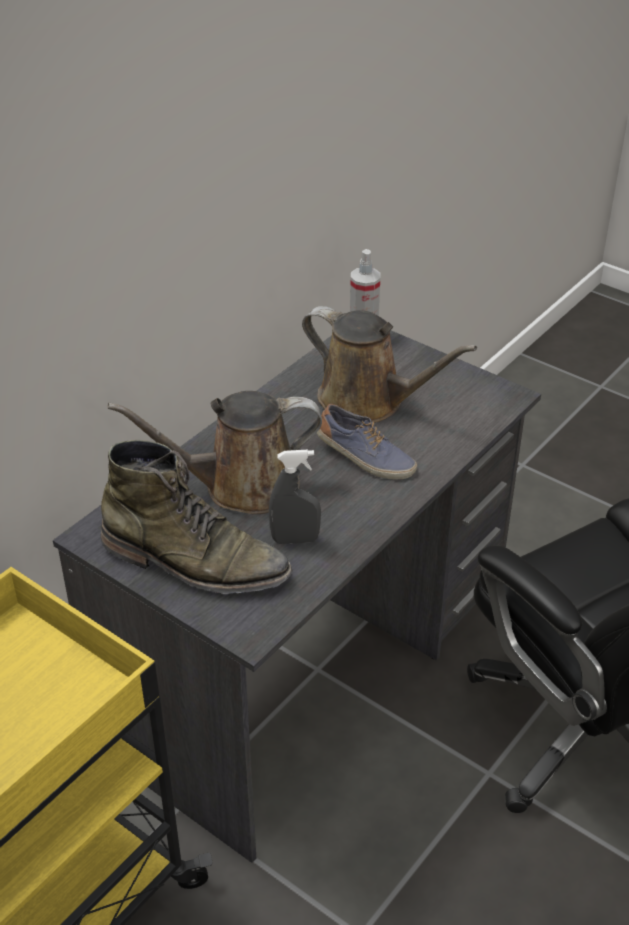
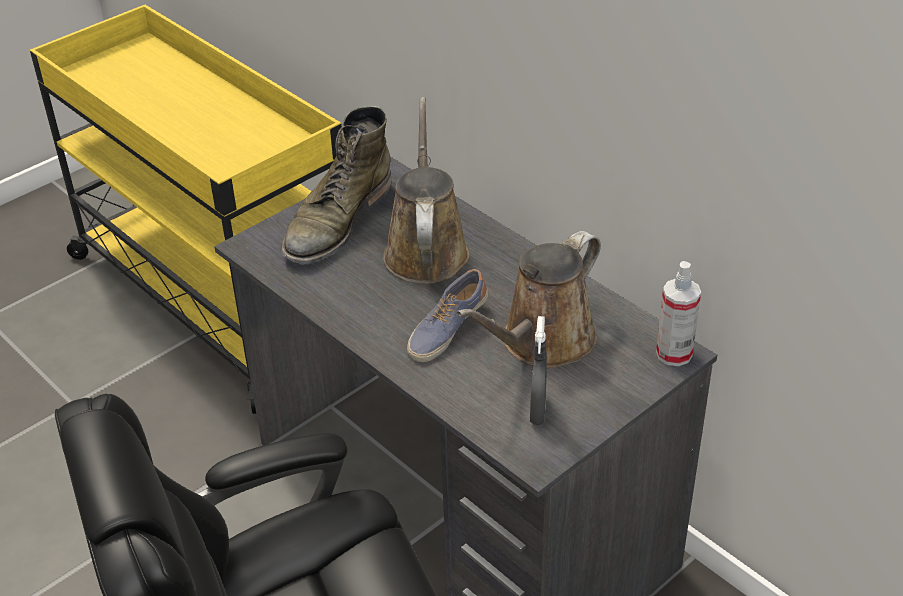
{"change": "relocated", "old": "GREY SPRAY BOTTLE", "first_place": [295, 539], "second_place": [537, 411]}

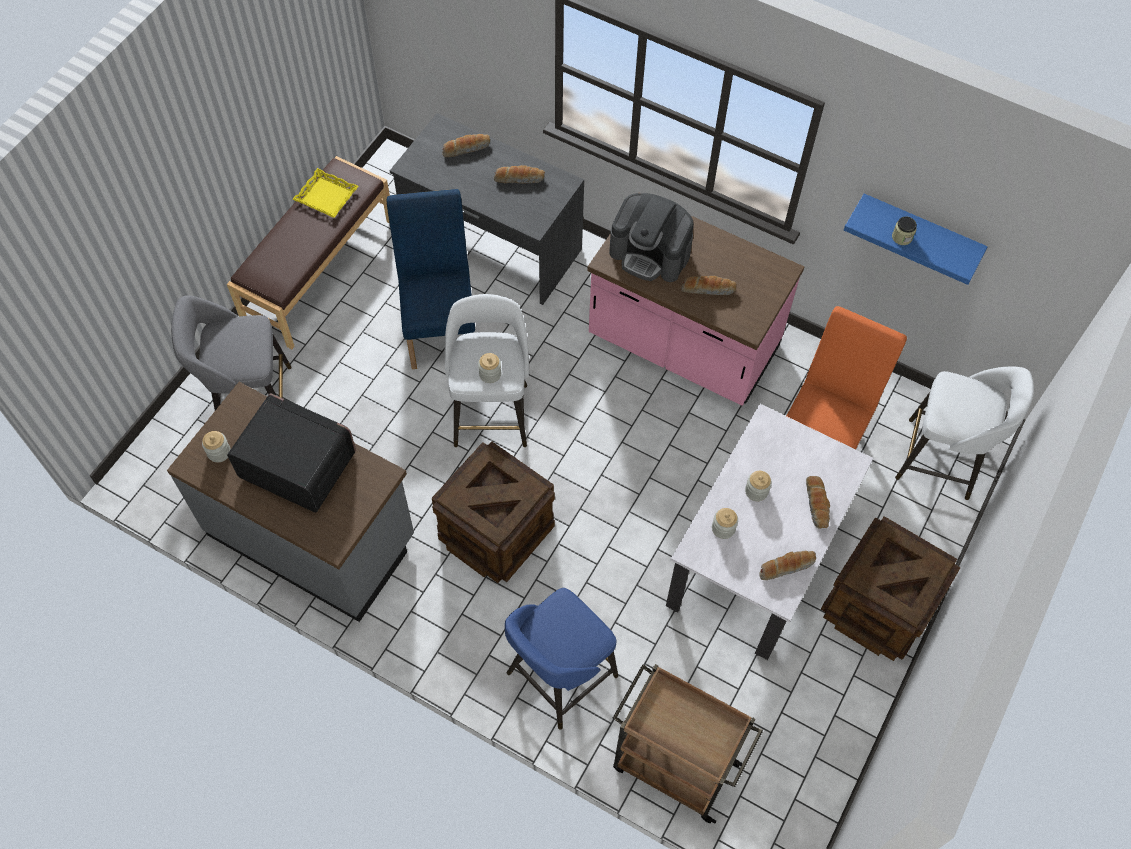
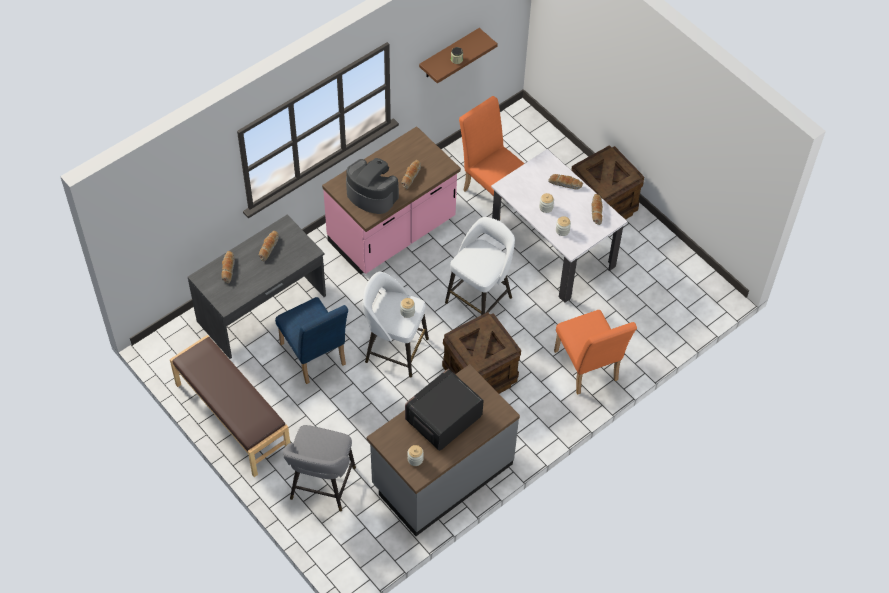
{"change": "missing", "old": "YELLOW TRAY", "first_place": [326, 197]}
{"change": "spun", "old": "BLUE CHAIR", "first_place": [440, 326], "second_place": [315, 358], "degrees": -135}
{"change": "spun", "old": "COFFEE MACHINE", "first_place": [650, 253], "second_place": [371, 194], "degrees": -105}
{"change": "colour", "old": "BLUE SHELF", "new": "BROWN SHELF", "first_place": [919, 232], "second_place": [449, 54]}
{"change": "relocated", "old": "WHITE STOOL", "first_place": [941, 460], "second_place": [480, 298]}
{"change": "exchanged", "old": "BLUE STOOL", "new": "ORANGE CHAIR", "first_place": [559, 676], "second_place": [587, 370]}
{"change": "missing", "old": "BROWN CART", "first_place": [673, 765]}

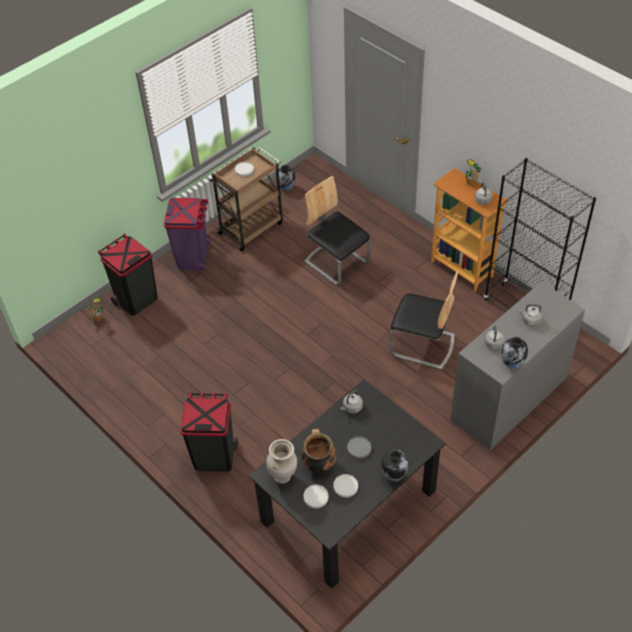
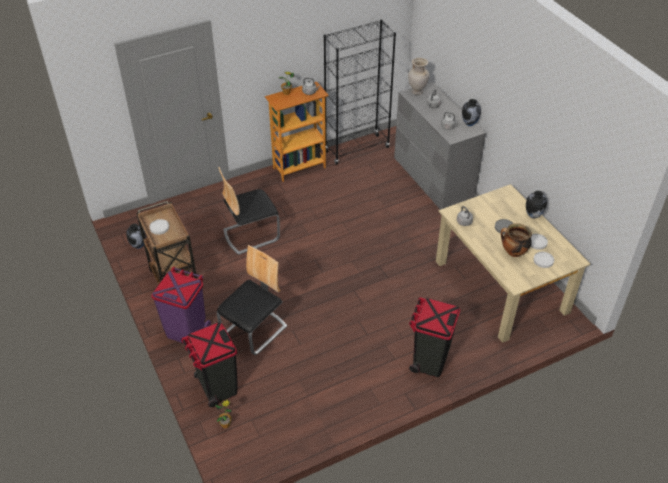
{"change": "relocated", "old": "CHAIR", "first_place": [422, 345], "second_place": [255, 330]}
{"change": "colour", "old": "BLACK DINING TABLE", "new": "BEIGE DINING TABLE", "first_place": [348, 507], "second_place": [502, 286]}
{"change": "relocated", "old": "BEIGE VASE", "first_place": [283, 477], "second_place": [417, 91]}

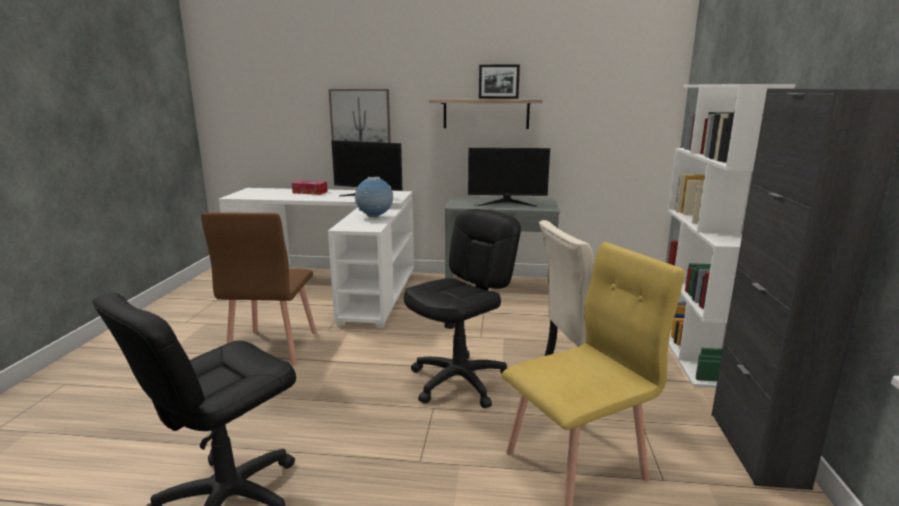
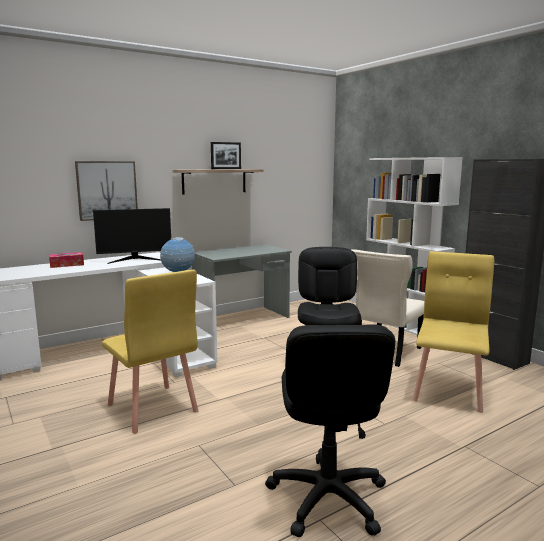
{"change": "missing", "old": "MONITOR", "first_place": [507, 203]}
{"change": "colour", "old": "BROWN CHAIR", "new": "YELLOW CHAIR", "first_place": [272, 347], "second_place": [152, 408]}

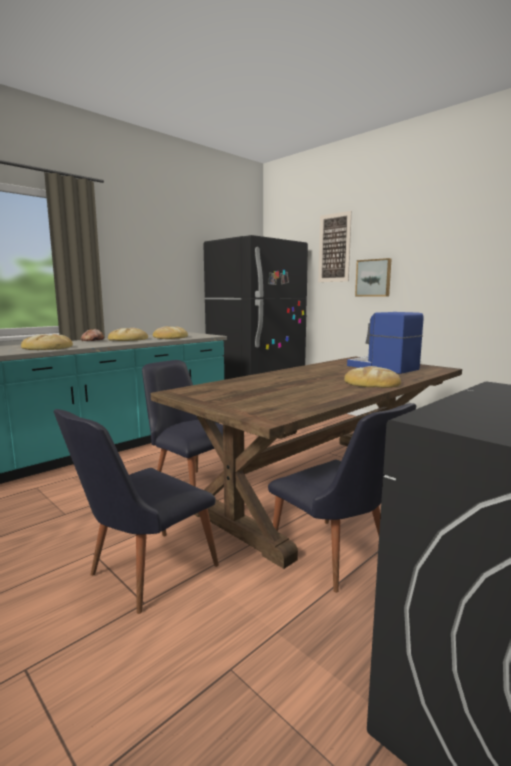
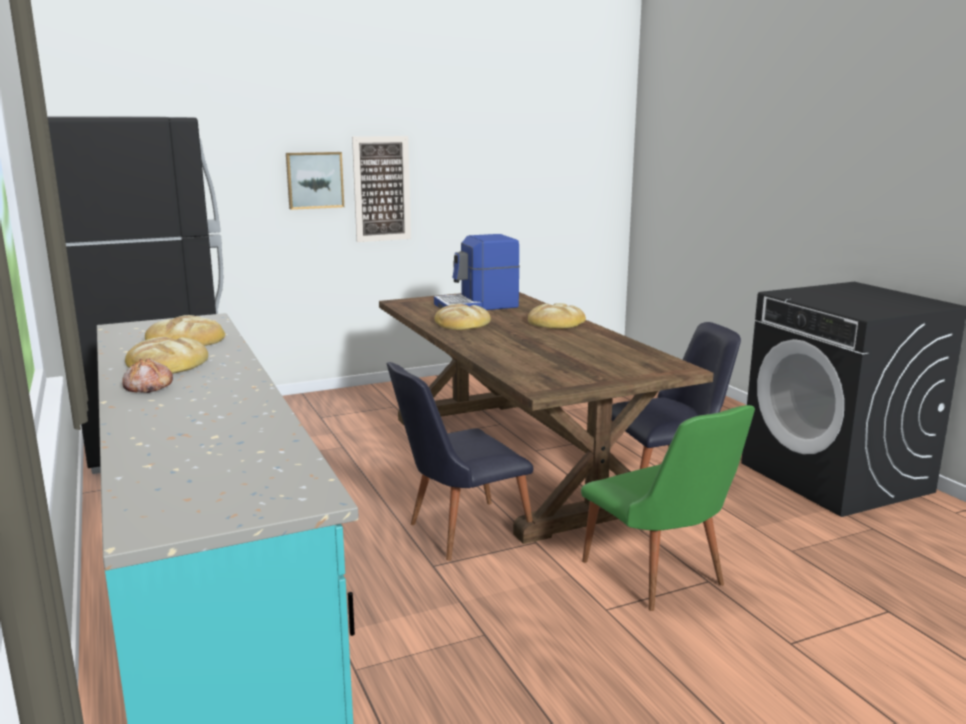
{"change": "relocated", "old": "PICTURE", "first_place": [334, 248], "second_place": [382, 189]}
{"change": "relocated", "old": "BREAD", "first_place": [48, 347], "second_place": [462, 323]}
{"change": "colour", "old": "BLACK CHAIR", "new": "GREEN CHAIR", "first_place": [142, 574], "second_place": [660, 579]}

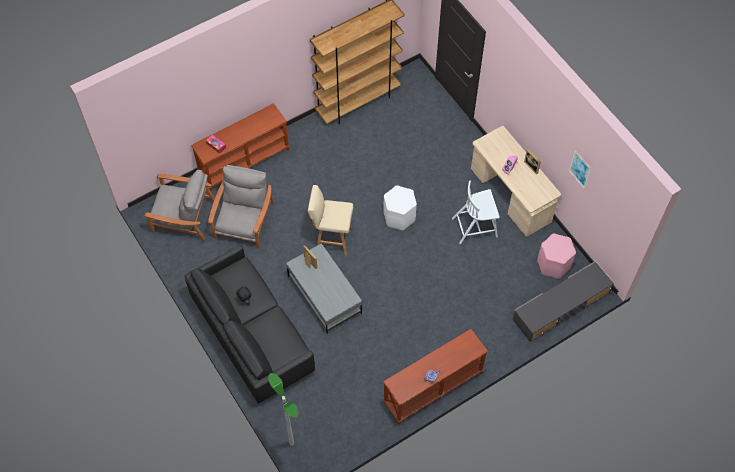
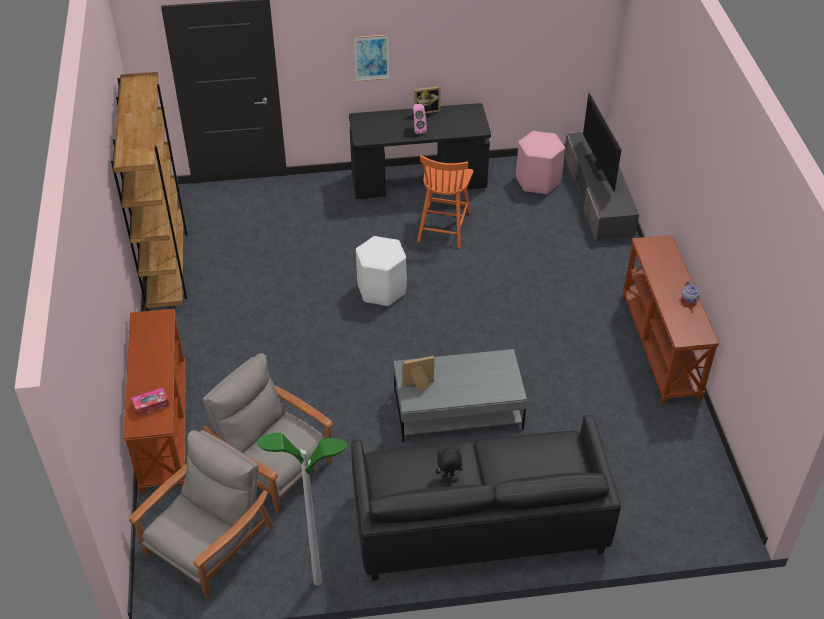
{"change": "colour", "old": "BEIGE DESK", "new": "BLACK DESK", "first_place": [510, 195], "second_place": [418, 181]}
{"change": "relocated", "old": "PICTURE", "first_place": [579, 169], "second_place": [371, 57]}
{"change": "colour", "old": "WHITE CHAIR", "new": "ORANGE CHAIR", "first_place": [475, 227], "second_place": [444, 226]}
{"change": "missing", "old": "BEIGE STOOL", "first_place": [332, 239]}
{"change": "relocated", "old": "FLOOR LAMP", "first_place": [291, 443], "second_place": [317, 582]}
{"change": "appeared", "new": "TELEVISION", "second_place": [598, 167]}

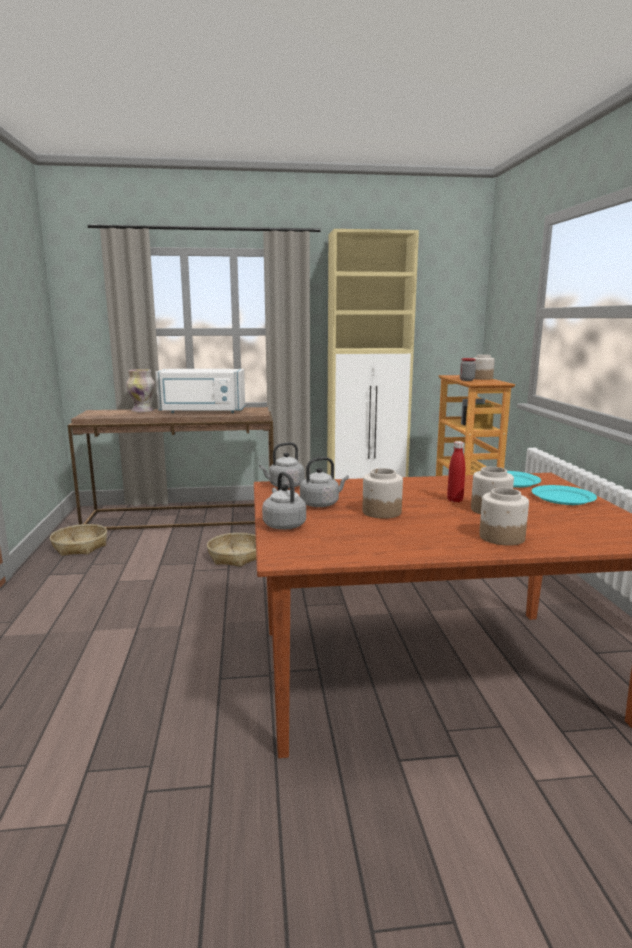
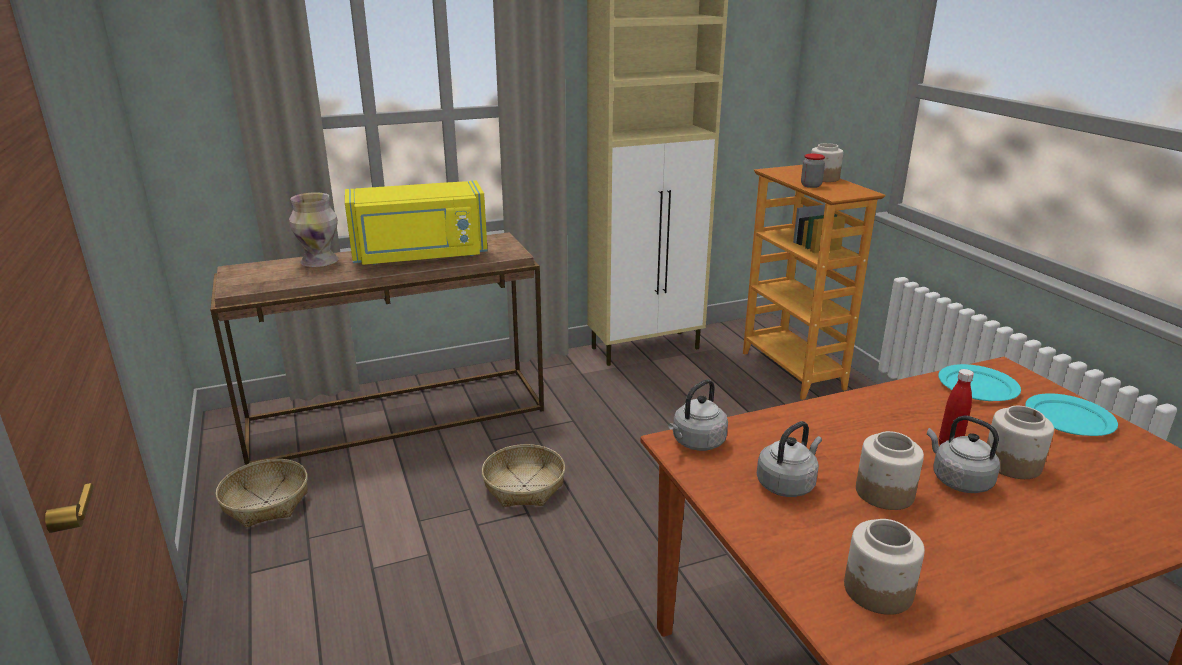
{"change": "colour", "old": "WHITE MICROWAVE", "new": "YELLOW MICROWAVE", "first_place": [202, 411], "second_place": [420, 256]}
{"change": "relocated", "old": "GREY KETTLE", "first_place": [283, 525], "second_place": [958, 480]}
{"change": "relocated", "old": "JAR", "first_place": [501, 537], "second_place": [878, 591]}

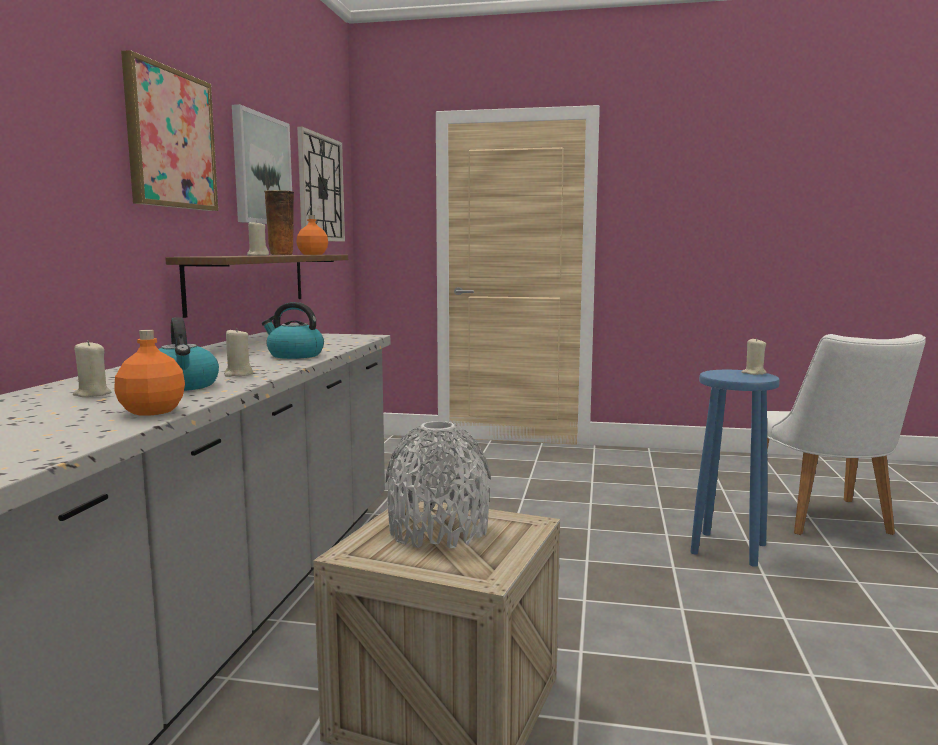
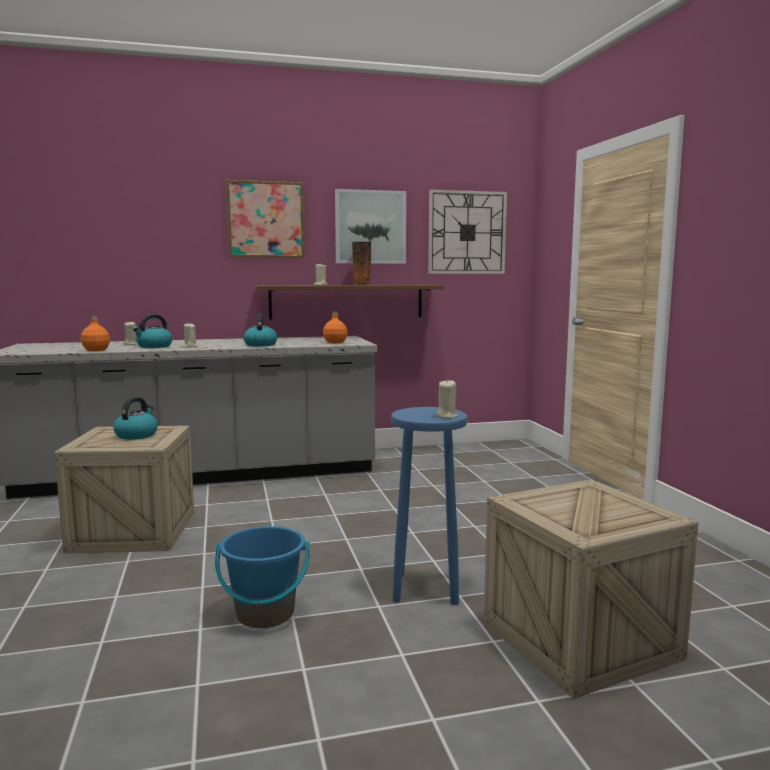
{"change": "relocated", "old": "ORANGE BOTTLE", "first_place": [313, 254], "second_place": [335, 342]}
{"change": "exchanged", "old": "WHITE CHAIR", "new": "CRATE", "first_place": [827, 521], "second_place": [580, 640]}
{"change": "exchanged", "old": "GREY VASE", "new": "KETTLE", "first_place": [438, 530], "second_place": [136, 435]}
{"change": "appeared", "new": "BLUE BUCKET", "second_place": [265, 614]}

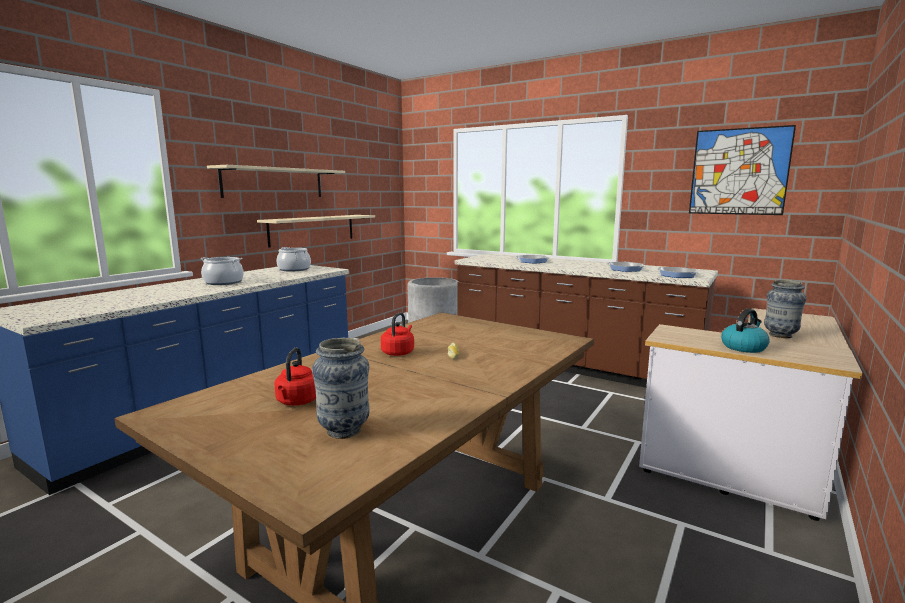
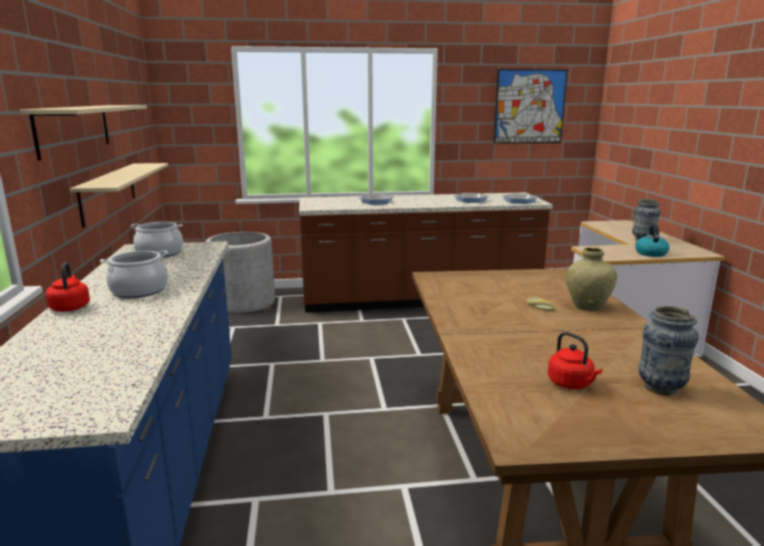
{"change": "relocated", "old": "RED KETTLE", "first_place": [398, 352], "second_place": [70, 307]}
{"change": "appeared", "new": "BEIGE VASE", "second_place": [587, 306]}

